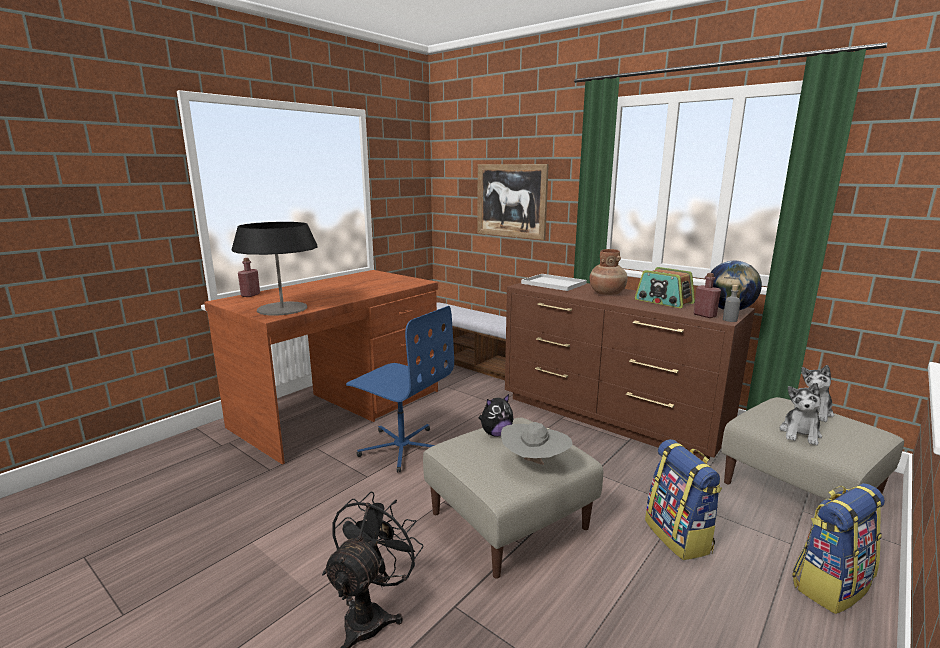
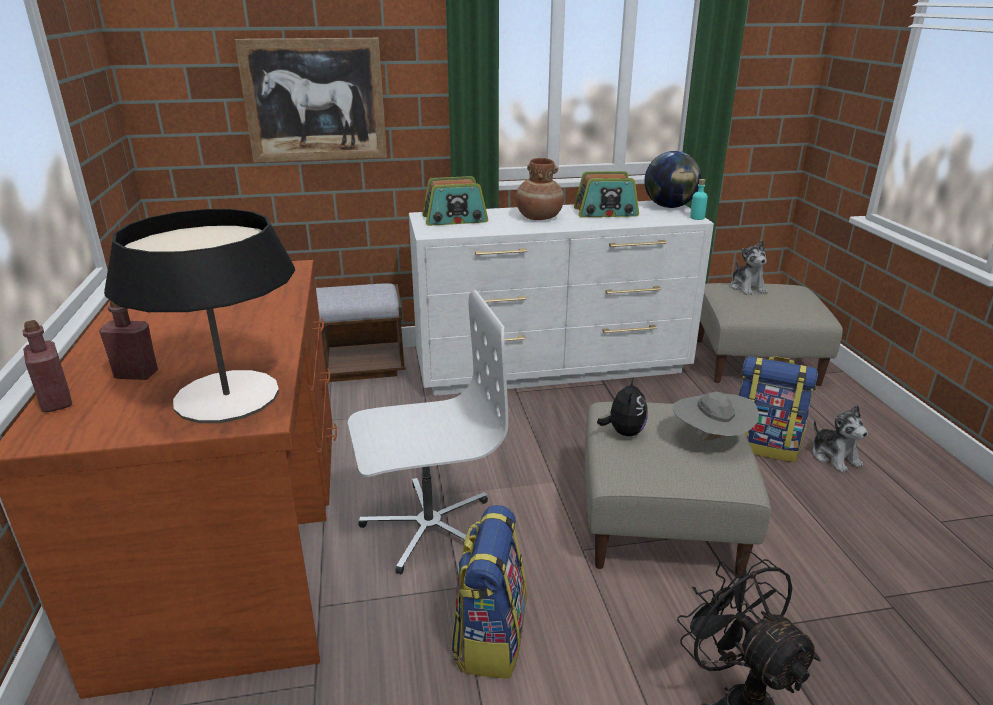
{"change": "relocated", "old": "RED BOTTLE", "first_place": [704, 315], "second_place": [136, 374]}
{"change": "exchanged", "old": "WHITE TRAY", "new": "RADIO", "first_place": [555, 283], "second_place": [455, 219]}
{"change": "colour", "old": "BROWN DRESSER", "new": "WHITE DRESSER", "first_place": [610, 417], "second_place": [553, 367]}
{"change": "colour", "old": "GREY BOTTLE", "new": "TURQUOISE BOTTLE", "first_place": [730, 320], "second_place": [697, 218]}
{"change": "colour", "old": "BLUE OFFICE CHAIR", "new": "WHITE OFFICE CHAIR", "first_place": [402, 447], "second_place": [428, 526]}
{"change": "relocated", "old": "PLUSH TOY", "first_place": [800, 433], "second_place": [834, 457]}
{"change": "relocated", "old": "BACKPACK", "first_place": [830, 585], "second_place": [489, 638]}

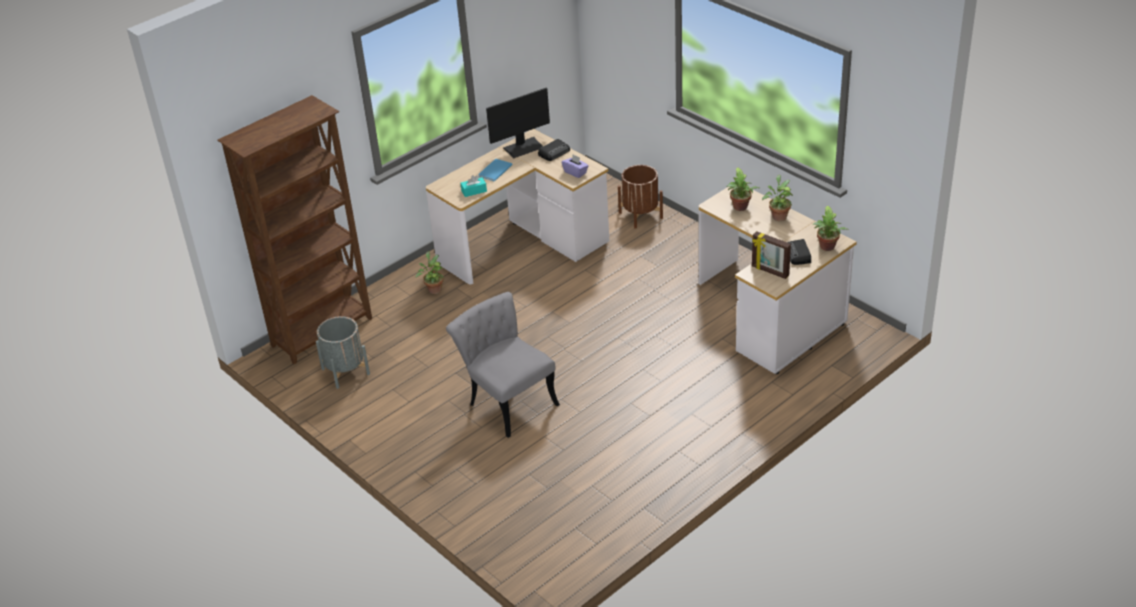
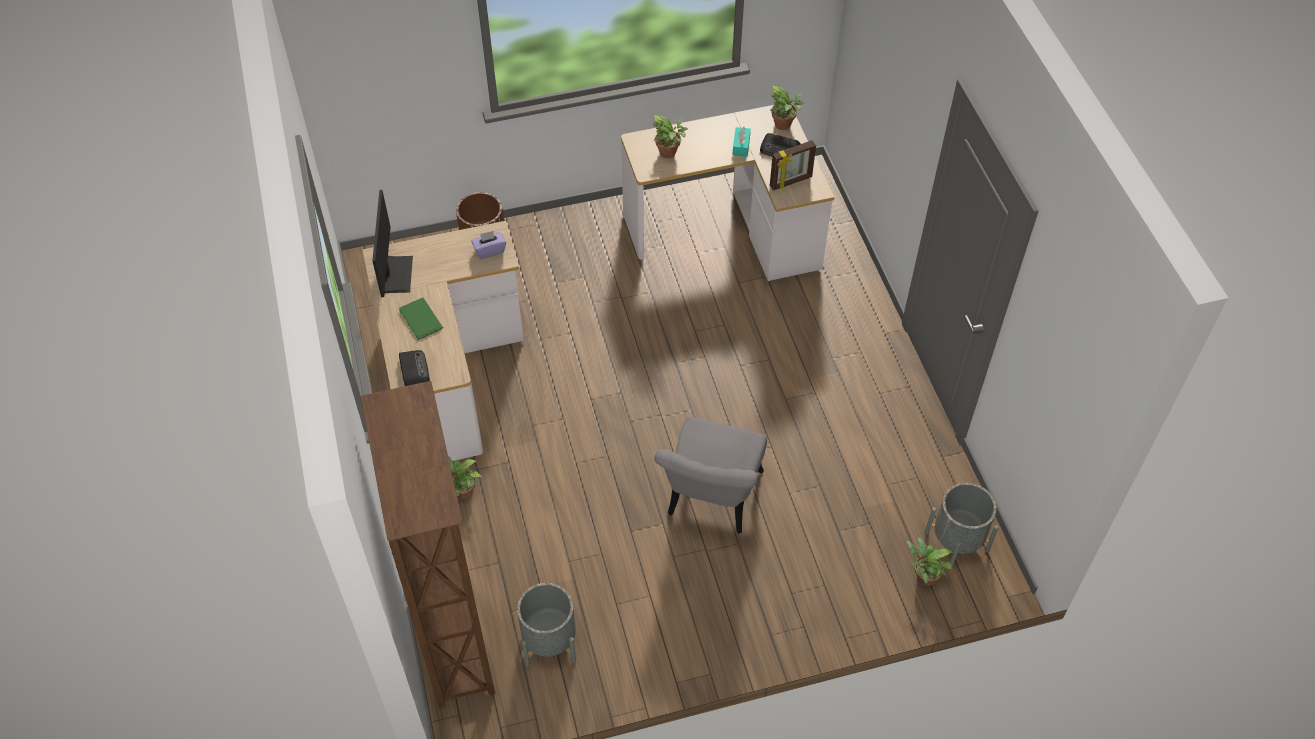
{"change": "relocated", "old": "RADIO", "first_place": [554, 152], "second_place": [413, 370]}
{"change": "colour", "old": "BLUE BOOK", "new": "GREEN BOOK", "first_place": [494, 171], "second_place": [420, 320]}
{"change": "relocated", "old": "TURQUOISE TISSUE BOX", "first_place": [474, 191], "second_place": [741, 146]}
{"change": "relocated", "old": "POTTED PLANT", "first_place": [778, 216], "second_place": [923, 577]}
{"change": "spun", "old": "GREY CHAIR", "first_place": [507, 400], "second_place": [711, 502], "degrees": -60}
{"change": "appeared", "new": "GREY PLANTER", "second_place": [956, 541]}

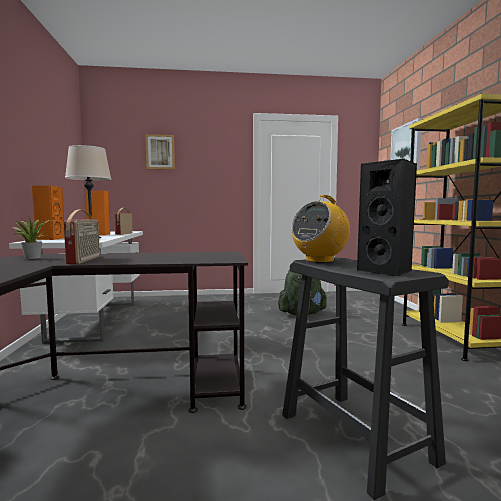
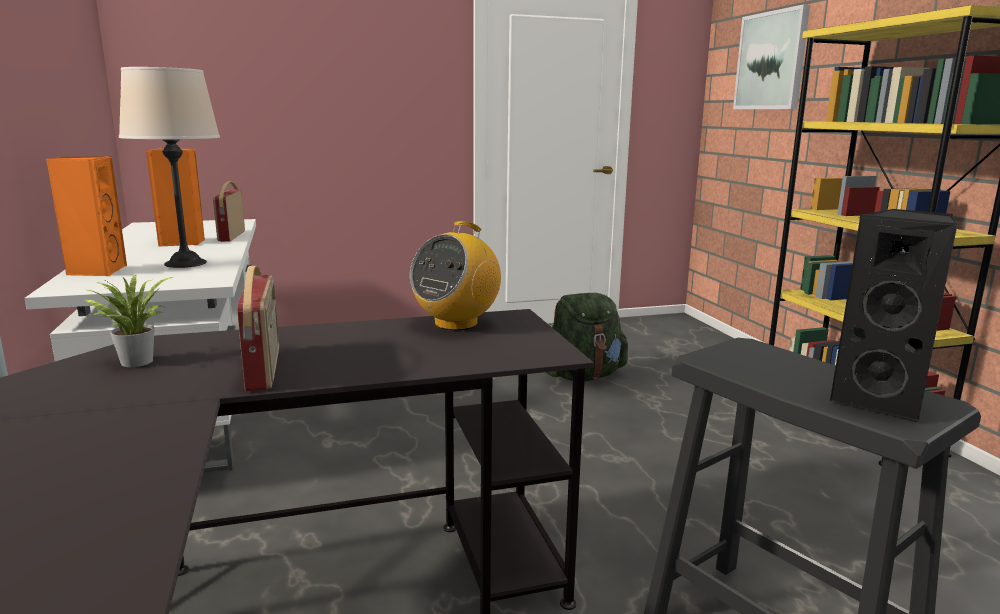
{"change": "missing", "old": "PICTURE", "first_place": [160, 152]}
{"change": "relocated", "old": "RADIO", "first_place": [320, 260], "second_place": [456, 323]}

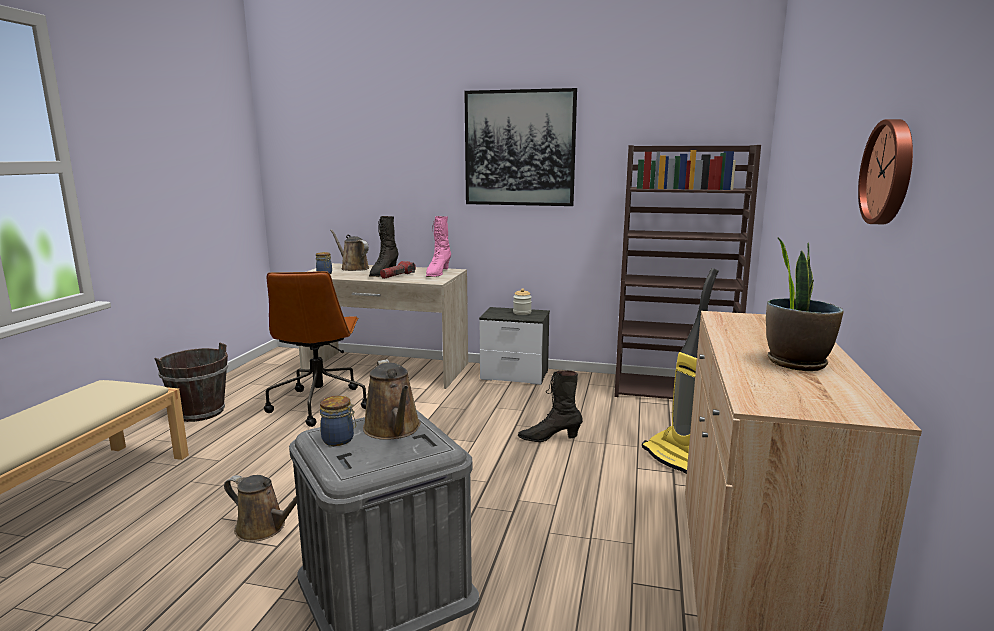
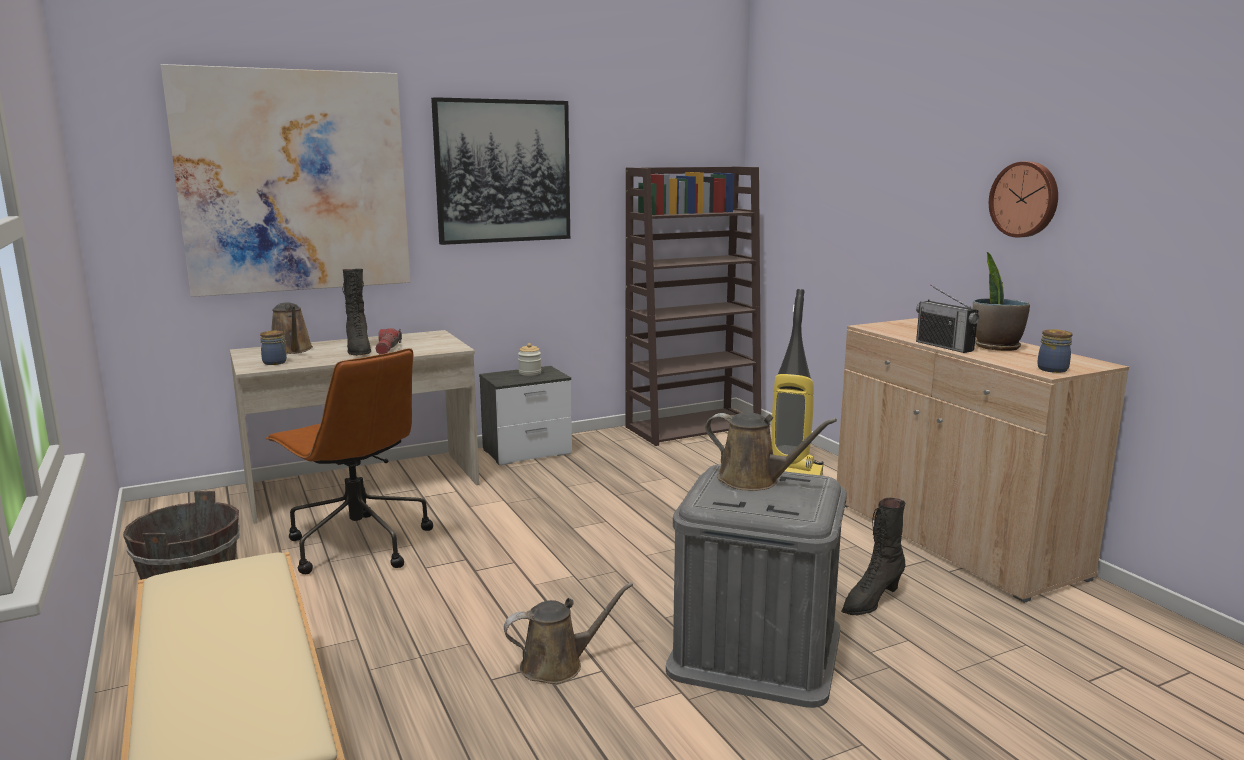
{"change": "missing", "old": "PINK BOOT", "first_place": [437, 273]}
{"change": "spun", "old": "BROWN WATERING CAN", "first_place": [353, 268], "second_place": [292, 350], "degrees": -120}
{"change": "relocated", "old": "BLACK BOOT", "first_place": [549, 438], "second_place": [870, 601]}
{"change": "relocated", "old": "JAR", "first_place": [339, 440], "second_place": [1053, 369]}
{"change": "appeared", "new": "PICTURE", "second_place": [294, 182]}
{"change": "appeared", "new": "RADIO", "second_place": [944, 346]}

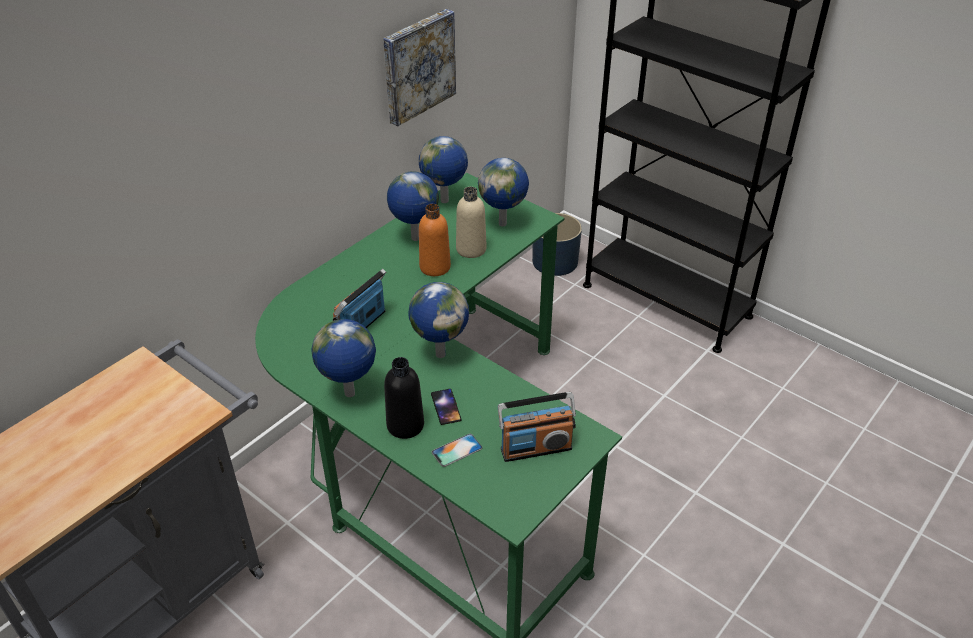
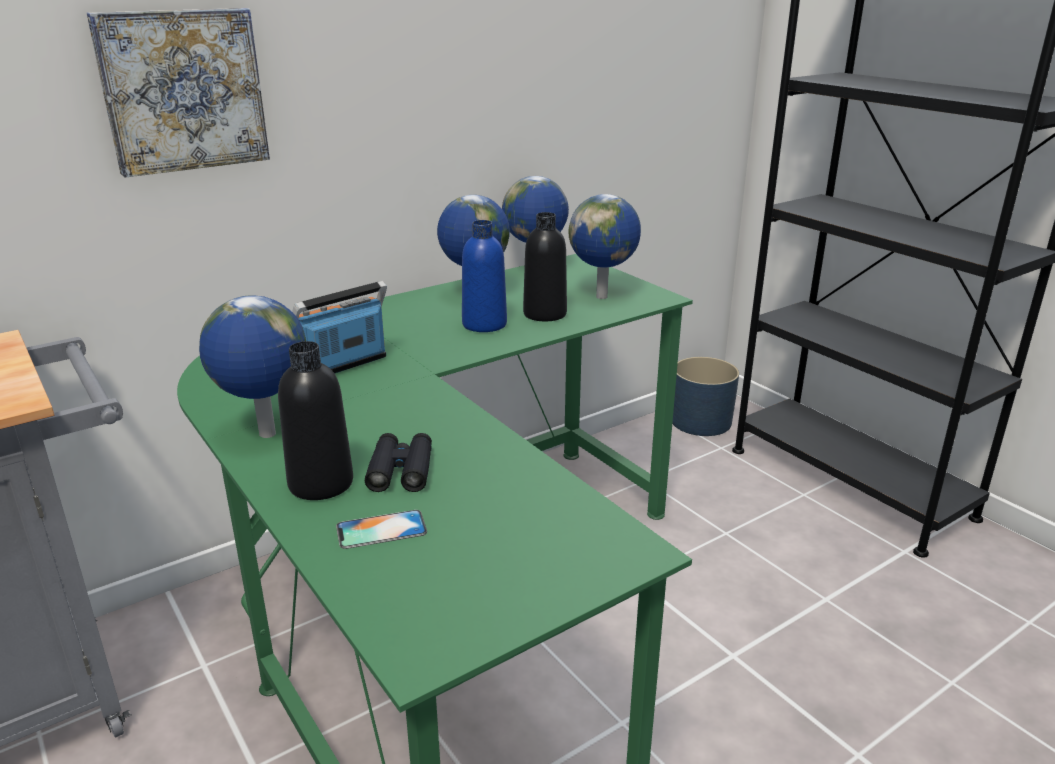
{"change": "relocated", "old": "PICTURE", "first_place": [417, 66], "second_place": [182, 90]}
{"change": "colour", "old": "BEIGE BOTTLE", "new": "BLACK BOTTLE", "first_place": [471, 249], "second_place": [545, 314]}
{"change": "colour", "old": "ORANGE BOTTLE", "new": "BLUE BOTTLE", "first_place": [435, 267], "second_place": [484, 324]}
{"change": "missing", "old": "GLOBE", "first_place": [440, 354]}
{"change": "exchanged", "old": "PHONE", "new": "BLACK BINOCULARS", "first_place": [446, 407], "second_place": [401, 470]}
{"change": "missing", "old": "RADIO", "first_place": [536, 448]}

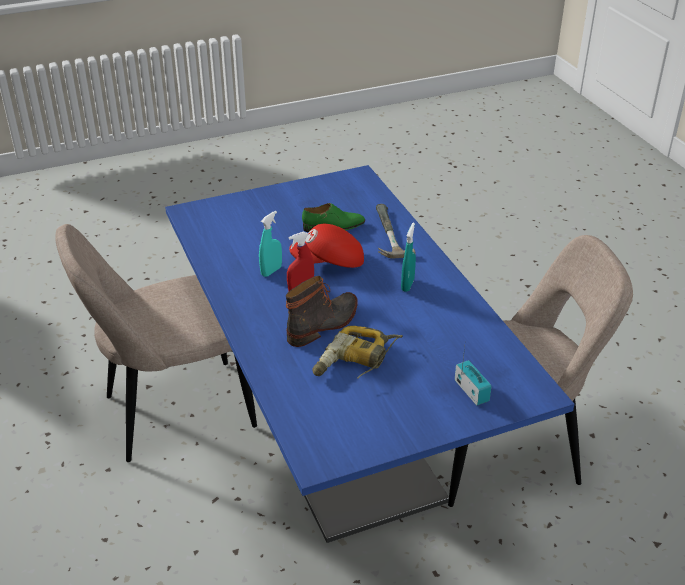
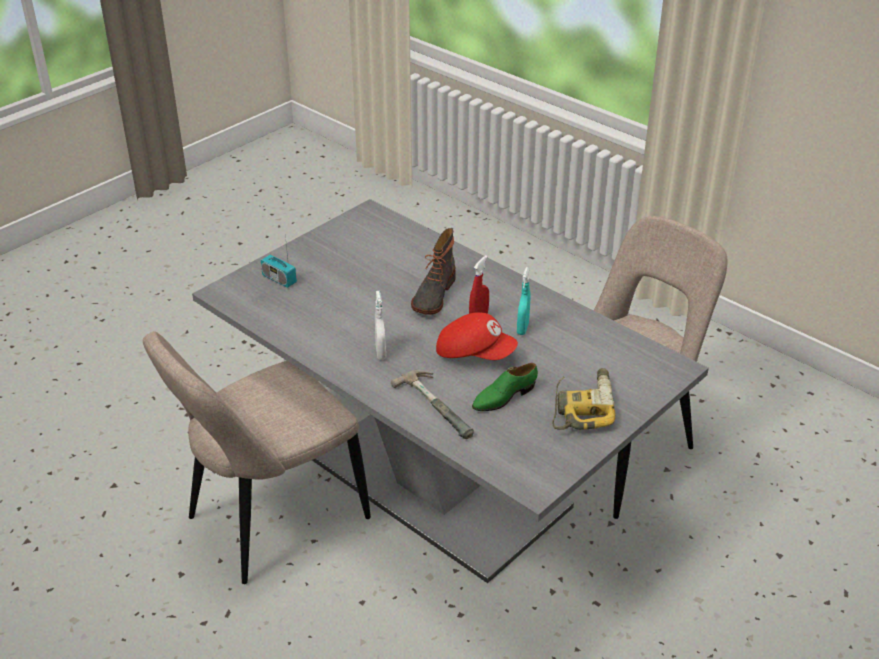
{"change": "colour", "old": "BLUE DINING TABLE", "new": "GREY DINING TABLE", "first_place": [342, 438], "second_place": [439, 483]}
{"change": "colour", "old": "TURQUOISE SPRAY BOTTLE", "new": "WHITE SPRAY BOTTLE", "first_place": [407, 285], "second_place": [380, 352]}
{"change": "spun", "old": "RED CAP", "first_place": [329, 262], "second_place": [475, 353], "degrees": 60}
{"change": "relocated", "old": "POWER DRILL", "first_place": [356, 362], "second_place": [581, 406]}

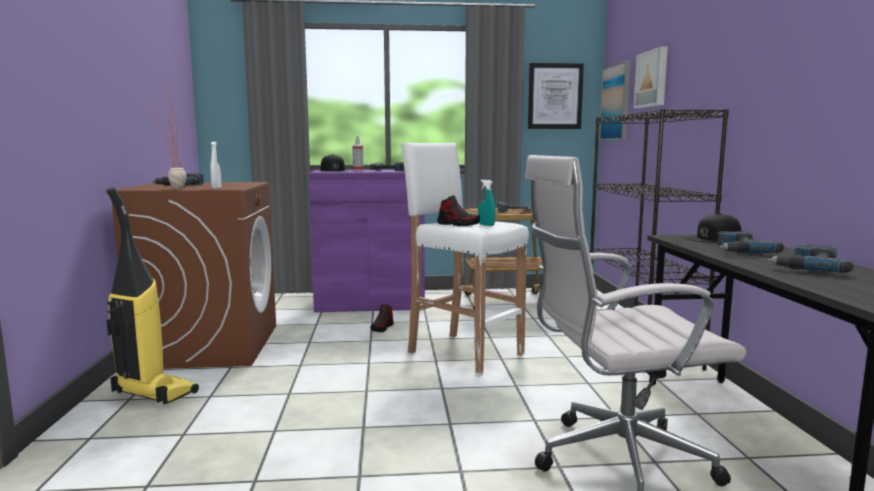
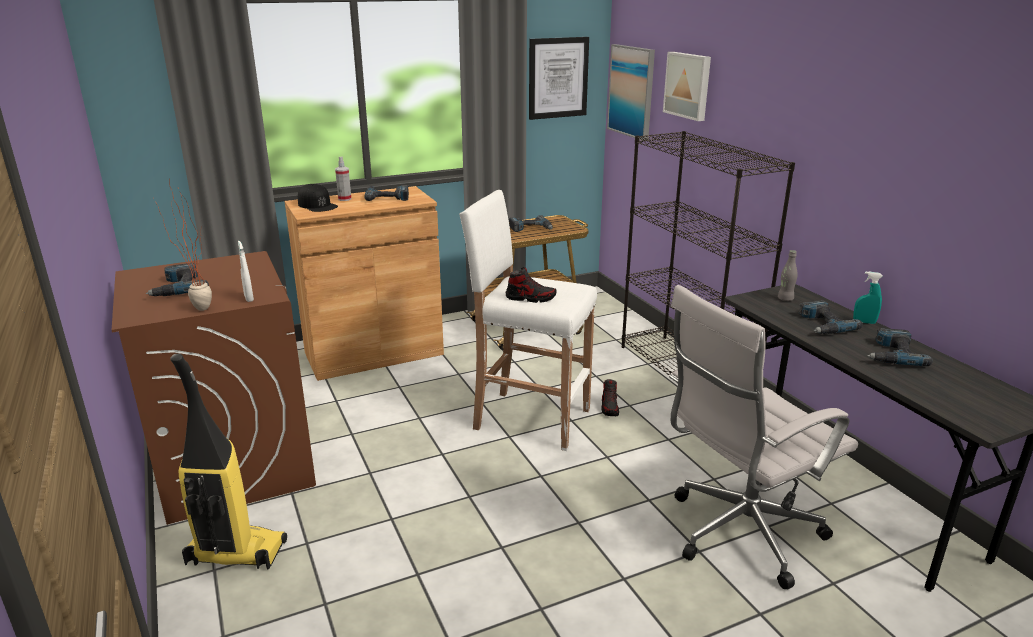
{"change": "colour", "old": "PURPLE CABINET", "new": "BROWN CABINET", "first_place": [370, 303], "second_place": [374, 353]}
{"change": "relocated", "old": "TURQUOISE SPRAY BOTTLE", "first_place": [486, 225], "second_place": [864, 322]}
{"change": "exchanged", "old": "BLACK CAP", "new": "GREY BOTTLE", "first_place": [713, 239], "second_place": [785, 299]}
{"change": "relocated", "old": "SHOE", "first_place": [382, 328], "second_place": [609, 407]}

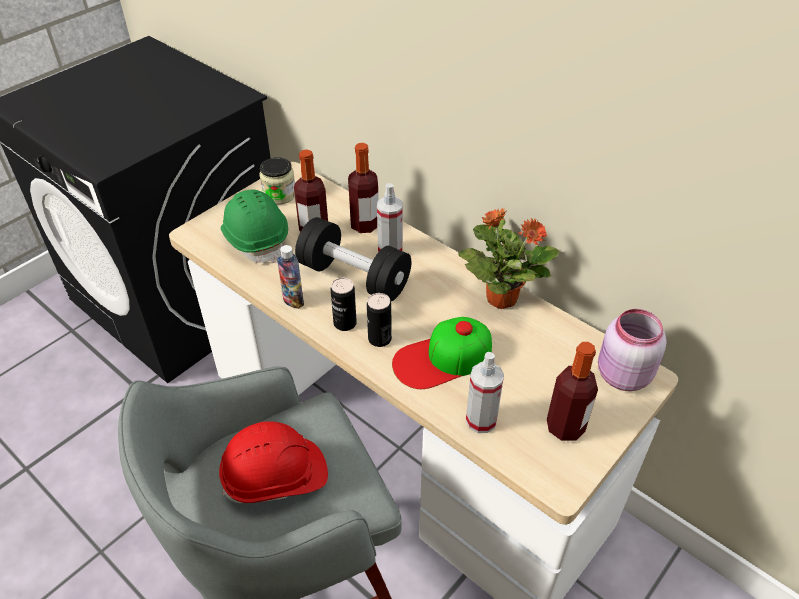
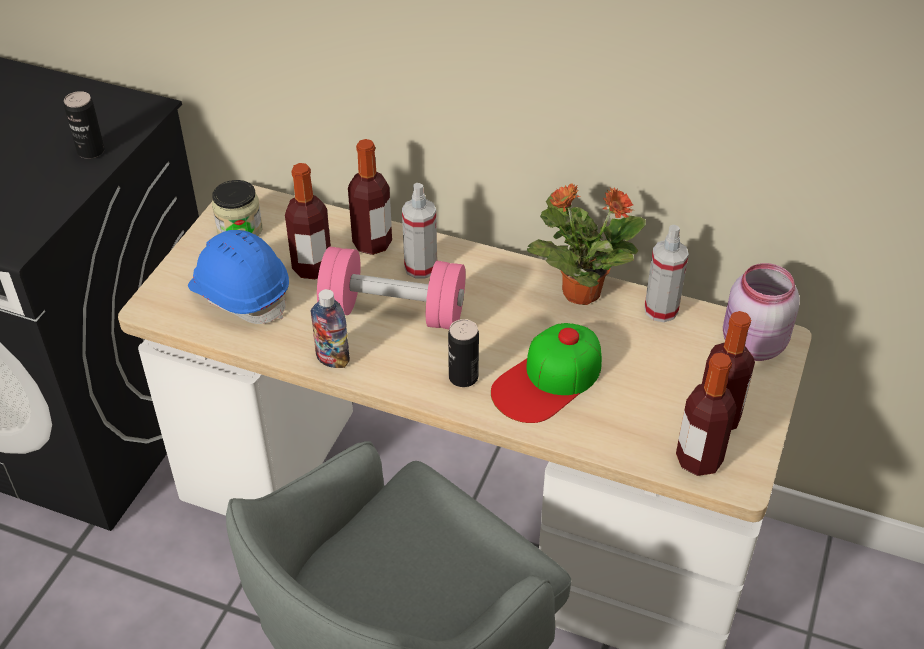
{"change": "colour", "old": "GREEN HARD HAT", "new": "BLUE HARD HAT", "first_place": [256, 238], "second_place": [240, 294]}
{"change": "colour", "old": "BLACK DUMBBELL", "new": "PINK DUMBBELL", "first_place": [354, 277], "second_place": [393, 311]}
{"change": "relocated", "old": "CAN", "first_place": [345, 323], "second_place": [91, 151]}
{"change": "relocated", "old": "SPRAY BOTTLE", "first_place": [481, 420], "second_place": [661, 310]}
{"change": "missing", "old": "RED HARD HAT", "first_place": [275, 477]}
{"change": "appeared", "new": "BOTTLE", "second_place": [698, 459]}

